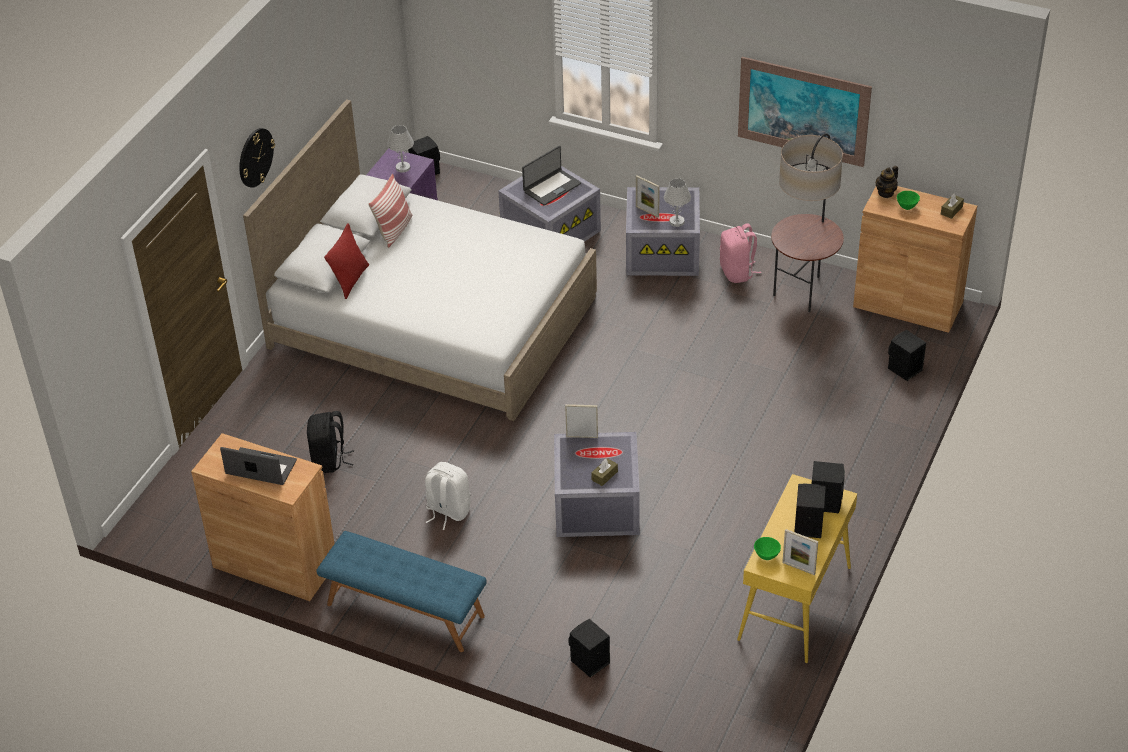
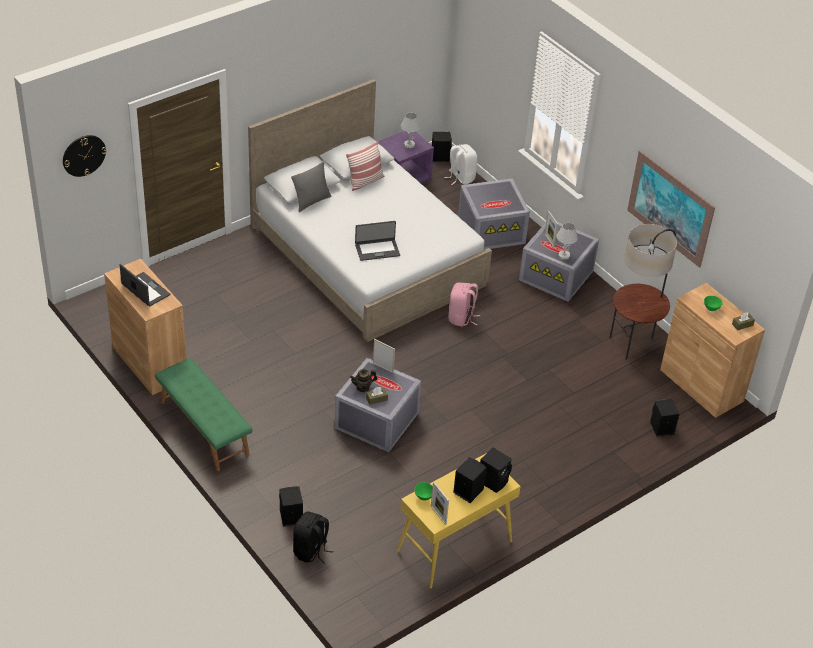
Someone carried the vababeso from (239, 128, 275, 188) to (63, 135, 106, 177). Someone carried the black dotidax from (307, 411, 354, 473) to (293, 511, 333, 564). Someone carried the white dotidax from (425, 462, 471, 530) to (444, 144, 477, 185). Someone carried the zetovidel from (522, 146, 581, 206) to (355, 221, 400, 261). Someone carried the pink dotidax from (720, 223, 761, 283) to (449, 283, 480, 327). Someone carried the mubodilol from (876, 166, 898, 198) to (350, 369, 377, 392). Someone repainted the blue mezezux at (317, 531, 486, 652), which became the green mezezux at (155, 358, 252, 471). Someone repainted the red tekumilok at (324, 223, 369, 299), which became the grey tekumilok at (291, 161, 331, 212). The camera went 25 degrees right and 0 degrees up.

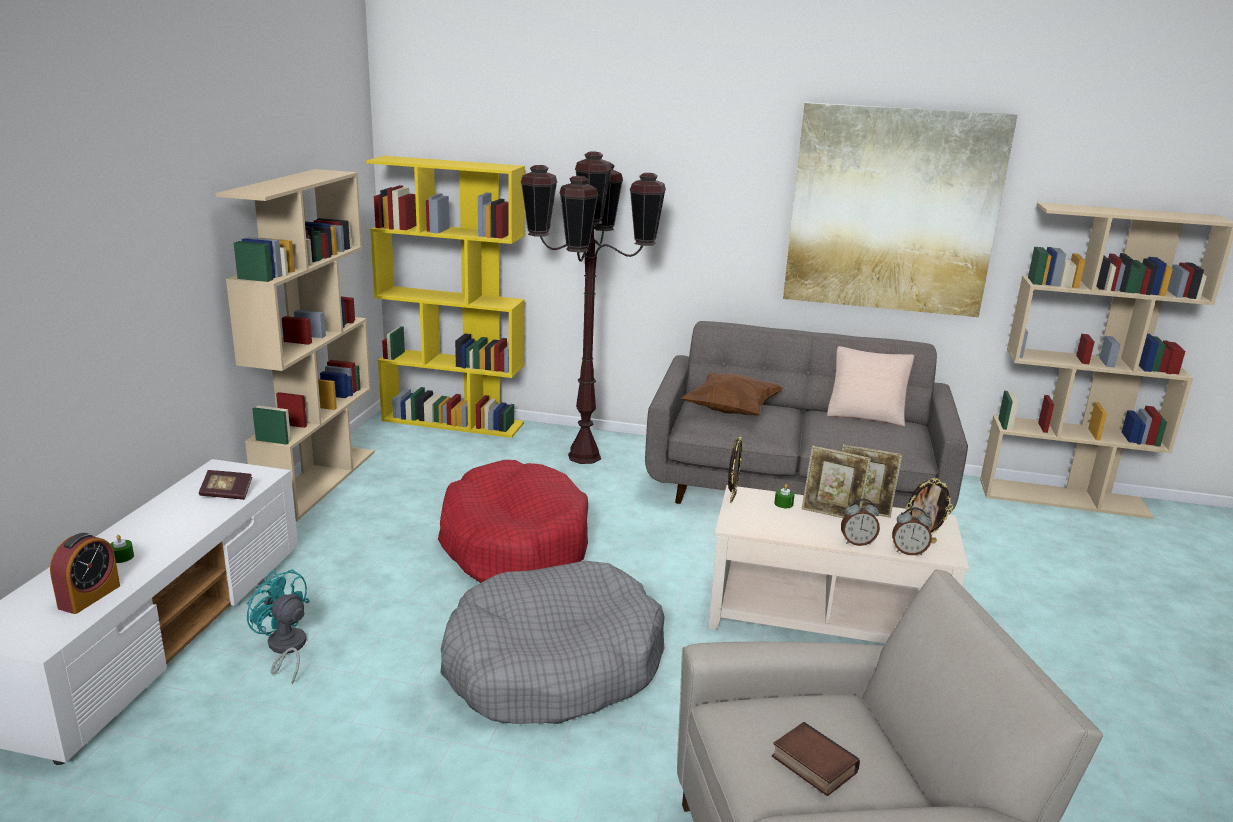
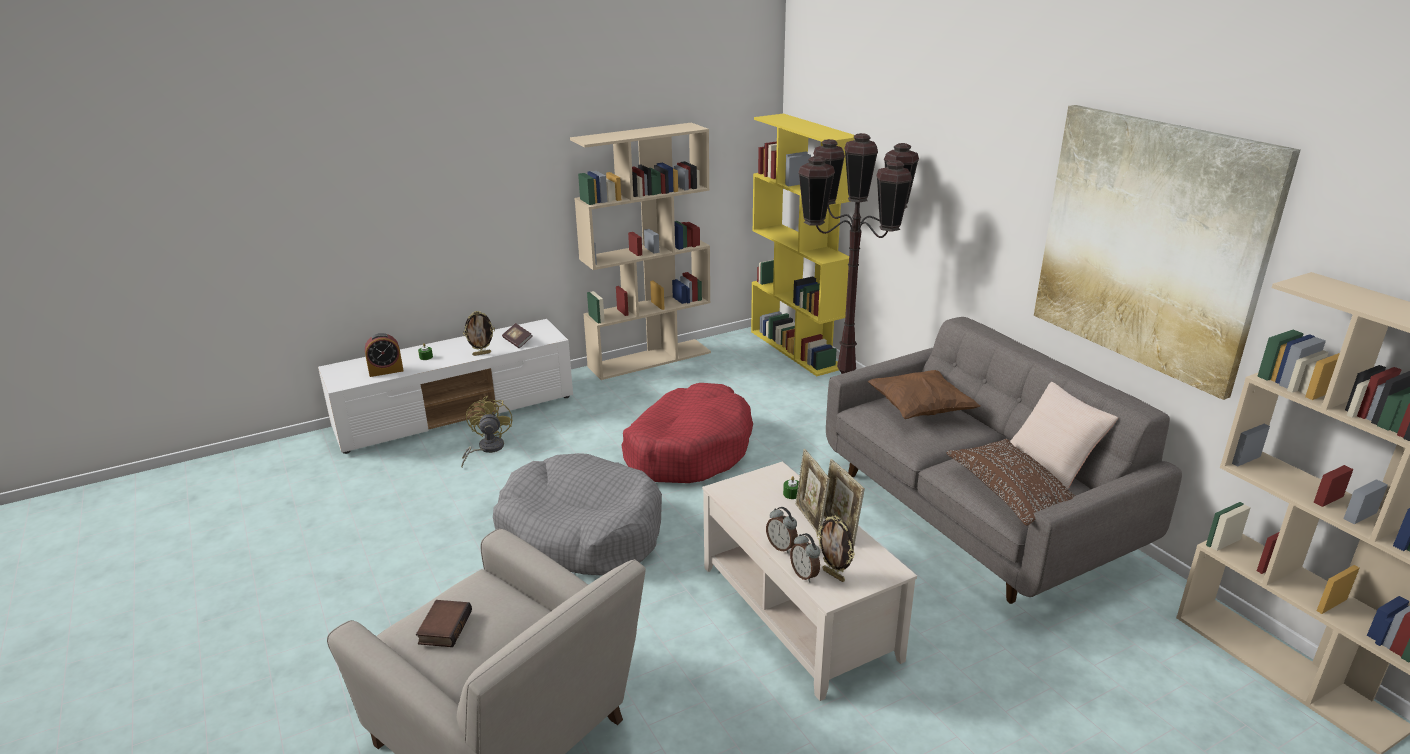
Someone put down the brown tekumilok at (946, 439, 1075, 526). Someone carried the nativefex from (728, 436, 742, 503) to (463, 311, 495, 356). Someone repainted the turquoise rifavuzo at (247, 569, 310, 685), which became the yellow rifavuzo at (461, 396, 512, 467). The camera went 50 degrees right and 5 degrees up.

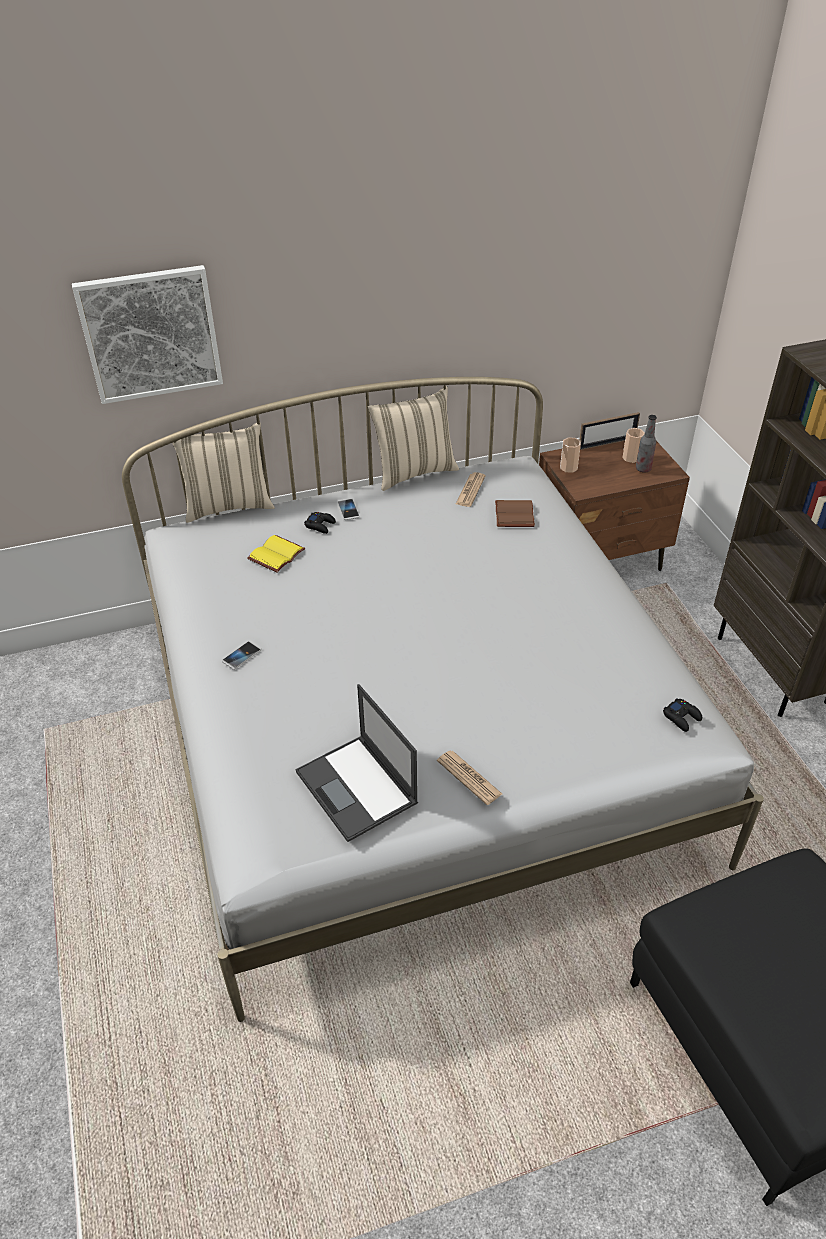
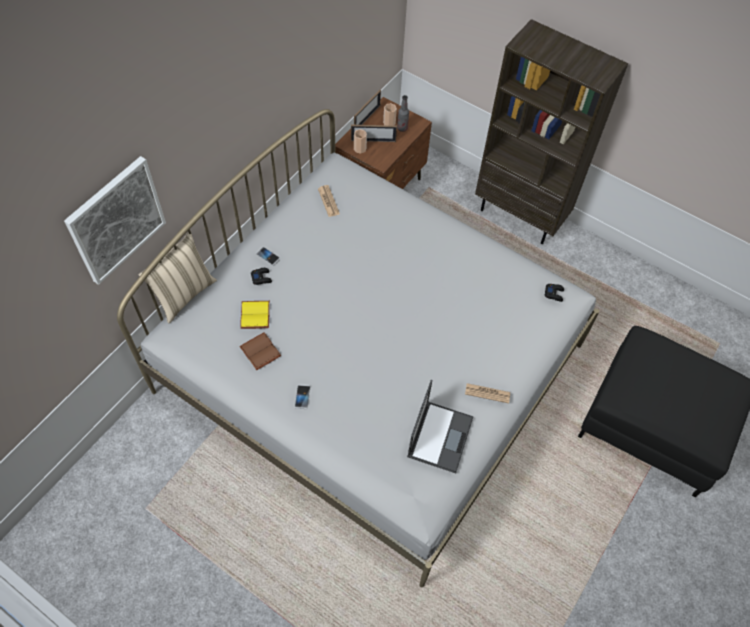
Someone took away the beige tekumilok at (368, 386, 459, 491). Someone put down the nativefex at (351, 125, 397, 142). Someone carried the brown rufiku from (495, 500, 535, 527) to (239, 332, 281, 370). Someone rotated the zetovidel at (296, 684, 418, 842) by 90 degrees counterclockwise. The camera went 40 degrees left and 15 degrees up.

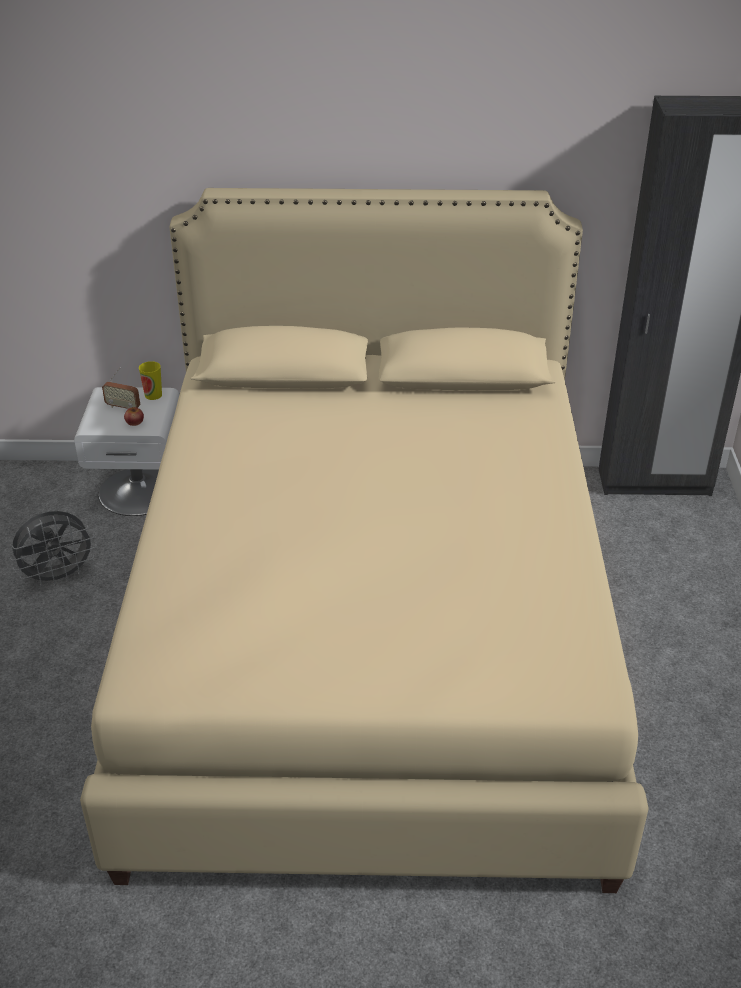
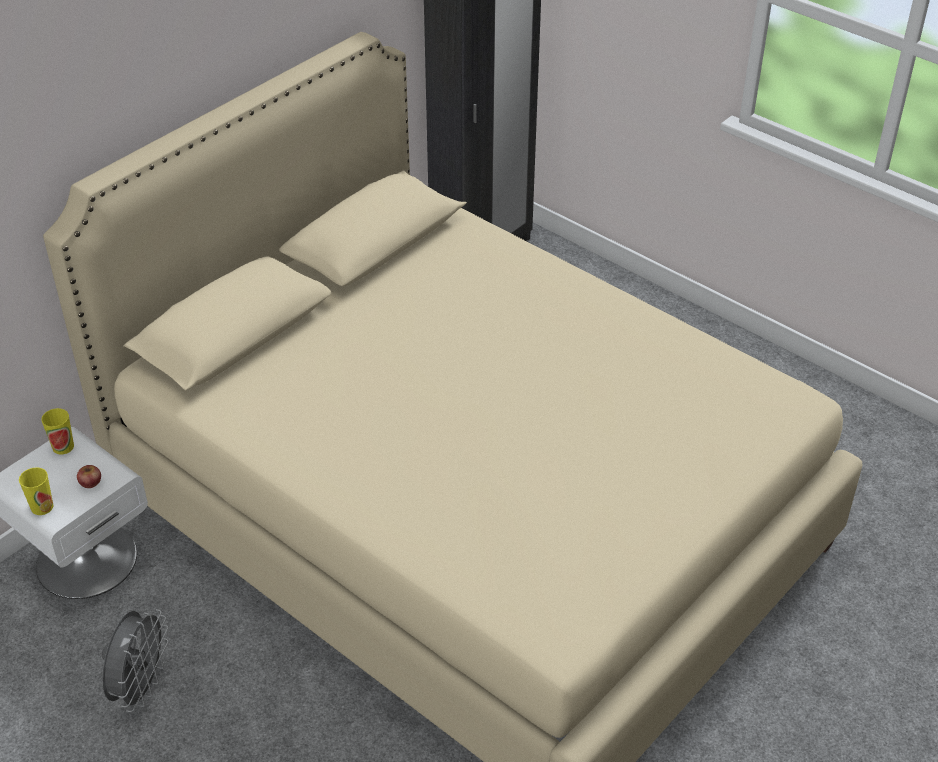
Someone took away the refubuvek at (102, 367, 140, 409). Someone put down the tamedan at (19, 467, 54, 515). The camera went 50 degrees left and 5 degrees up.

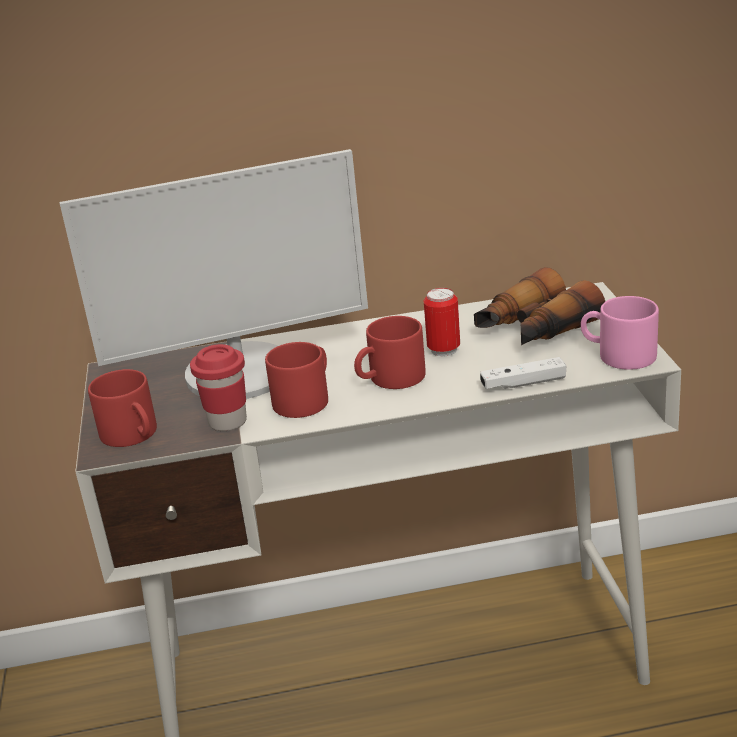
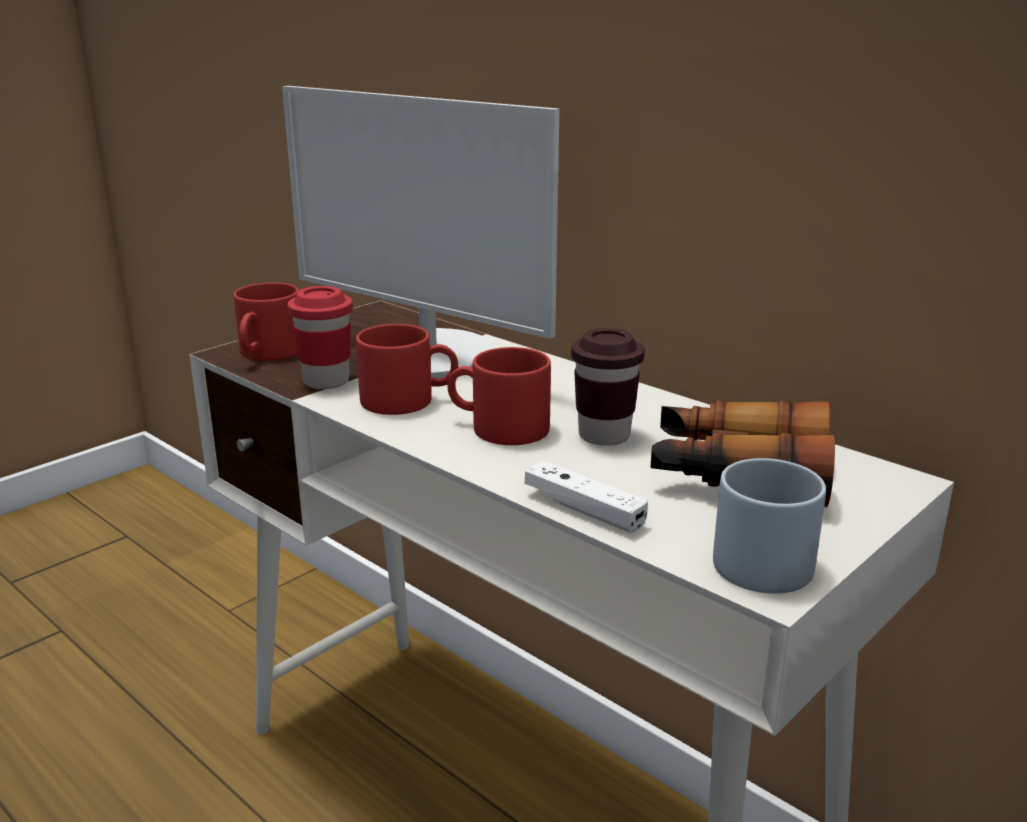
Someone swapped the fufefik at (424, 288, 460, 357) for the brown tamedan at (571, 328, 645, 446). Someone repainted the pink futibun at (581, 296, 659, 370), which became the grey futibun at (713, 458, 826, 594). The camera went 50 degrees right and 5 degrees down.

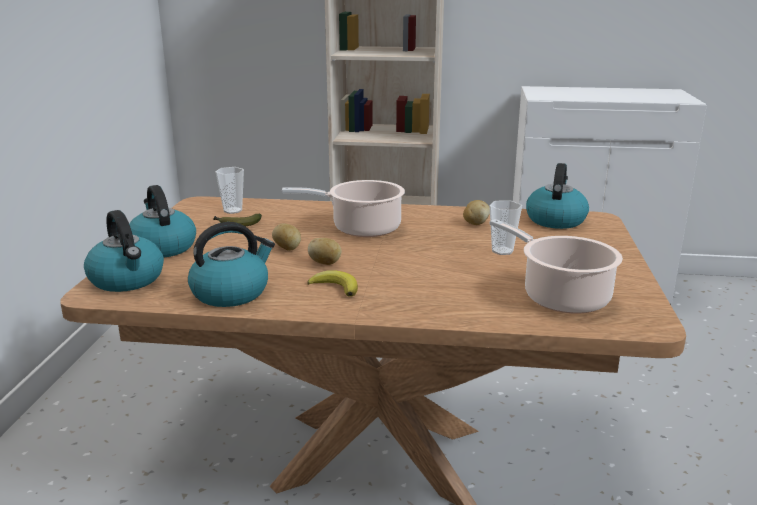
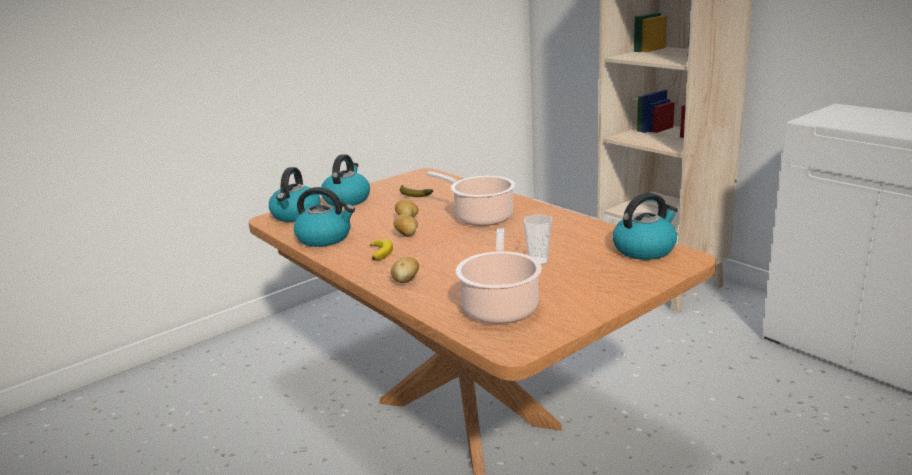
Someone took away the tamedan at (215, 167, 244, 214). Someone carried the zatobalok from (463, 200, 490, 225) to (391, 257, 419, 283). The camera went 45 degrees right and 0 degrees up.

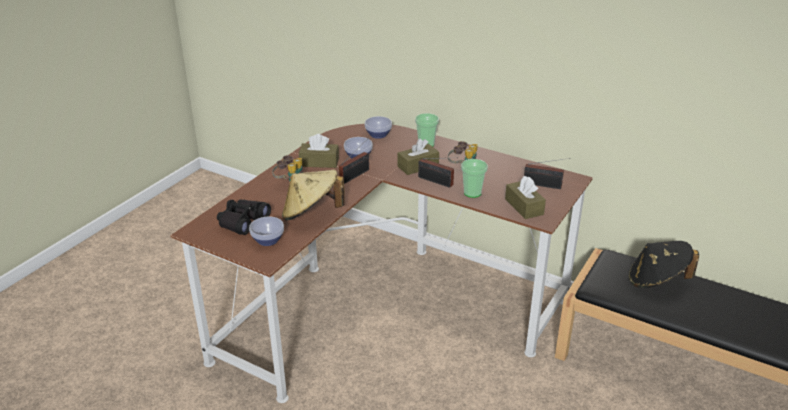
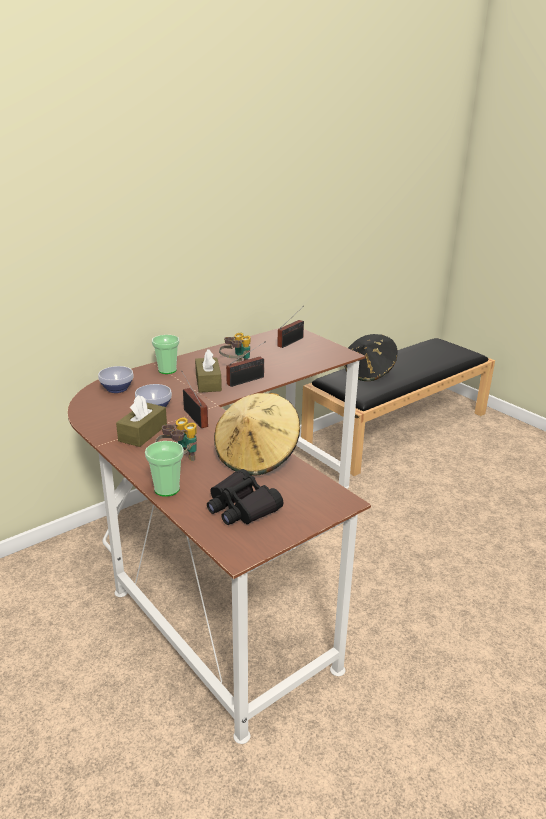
Someone took away the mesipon at (249, 217, 284, 246). Someone took away the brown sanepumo at (505, 176, 546, 219). Someone carried the tamedan from (461, 159, 488, 198) to (145, 441, 184, 497). The camera went 70 degrees left and 5 degrees down.

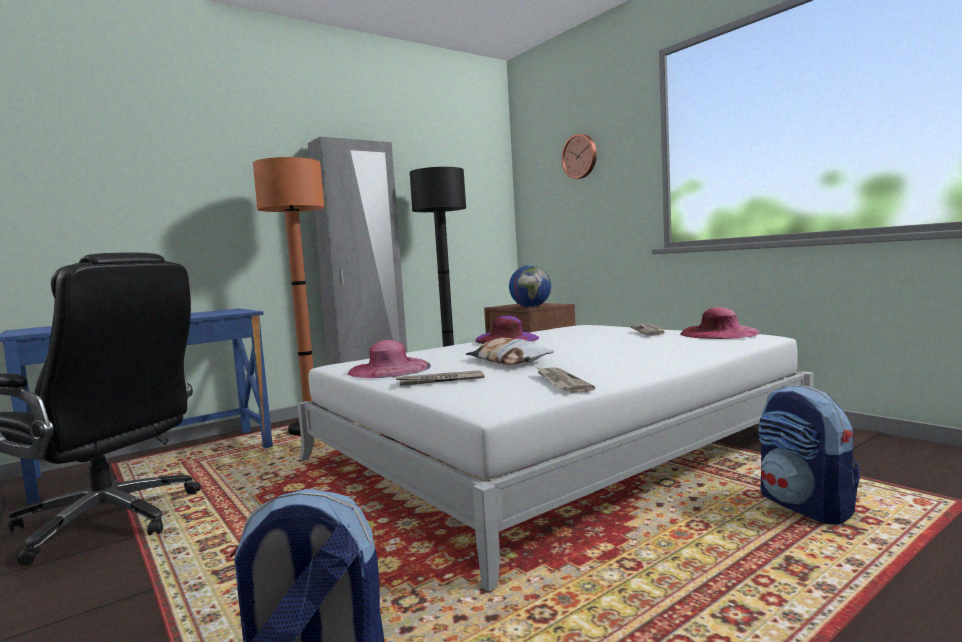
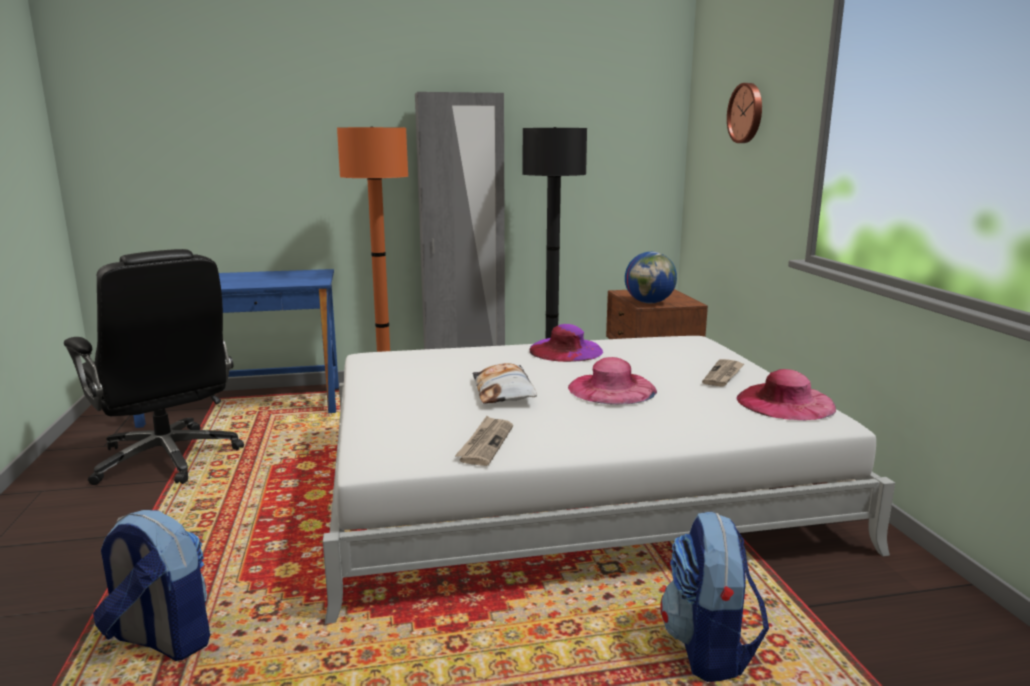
Someone took away the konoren at (396, 370, 485, 386). Someone carried the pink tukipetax from (348, 340, 431, 378) to (568, 357, 657, 405). The camera went 25 degrees right and 10 degrees up.

